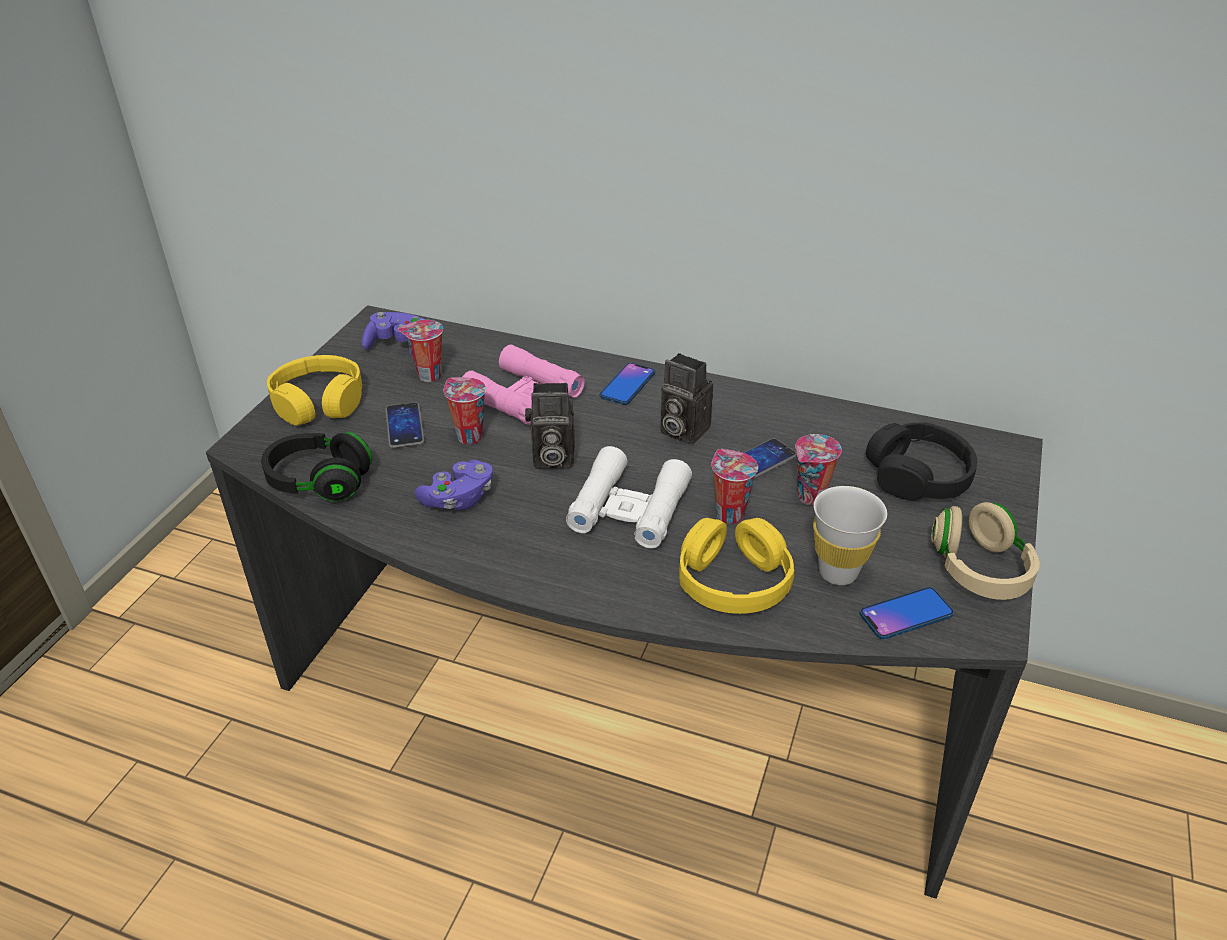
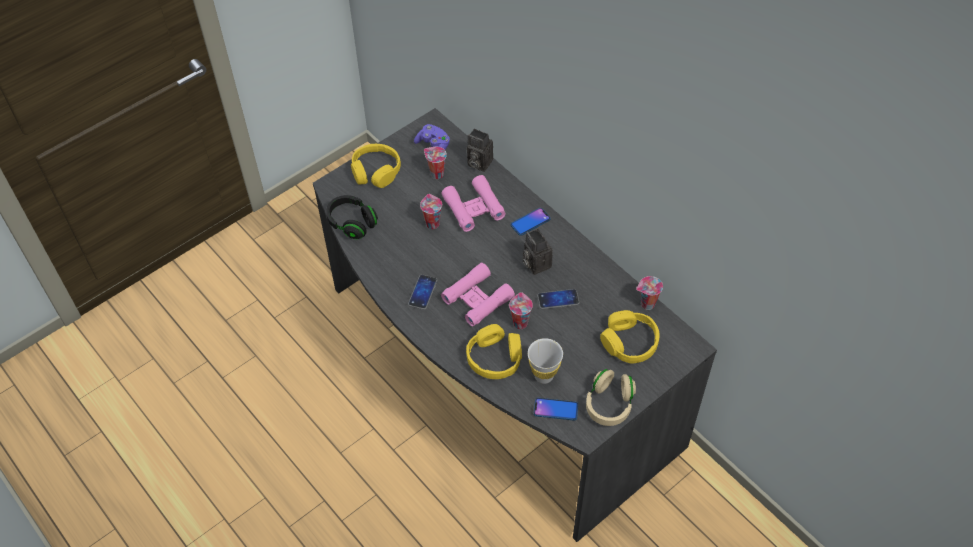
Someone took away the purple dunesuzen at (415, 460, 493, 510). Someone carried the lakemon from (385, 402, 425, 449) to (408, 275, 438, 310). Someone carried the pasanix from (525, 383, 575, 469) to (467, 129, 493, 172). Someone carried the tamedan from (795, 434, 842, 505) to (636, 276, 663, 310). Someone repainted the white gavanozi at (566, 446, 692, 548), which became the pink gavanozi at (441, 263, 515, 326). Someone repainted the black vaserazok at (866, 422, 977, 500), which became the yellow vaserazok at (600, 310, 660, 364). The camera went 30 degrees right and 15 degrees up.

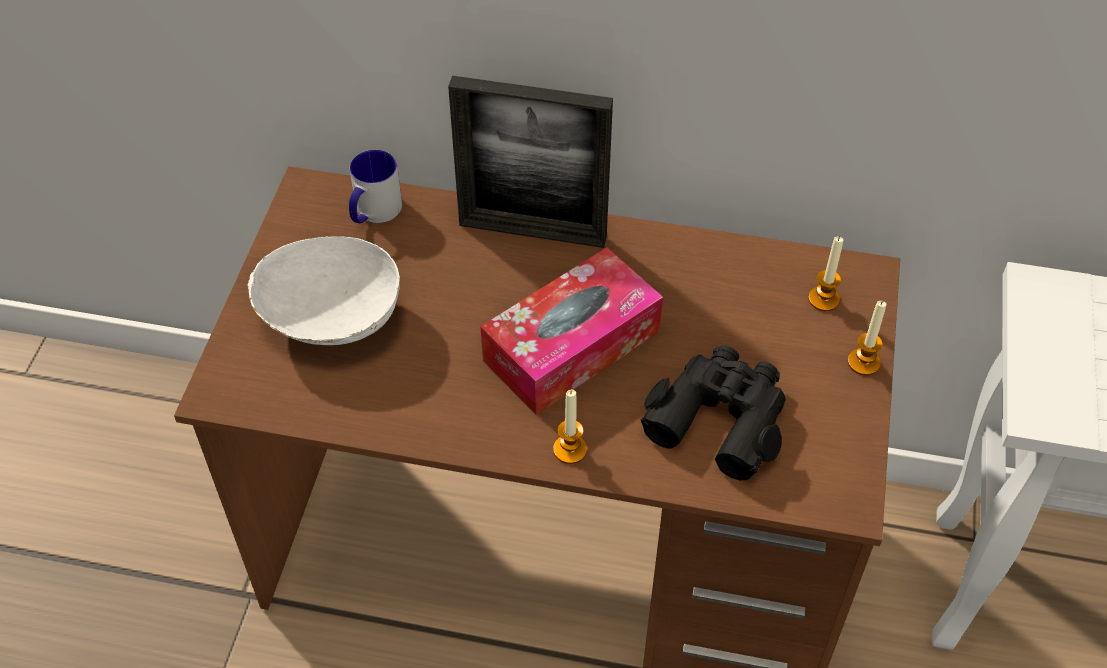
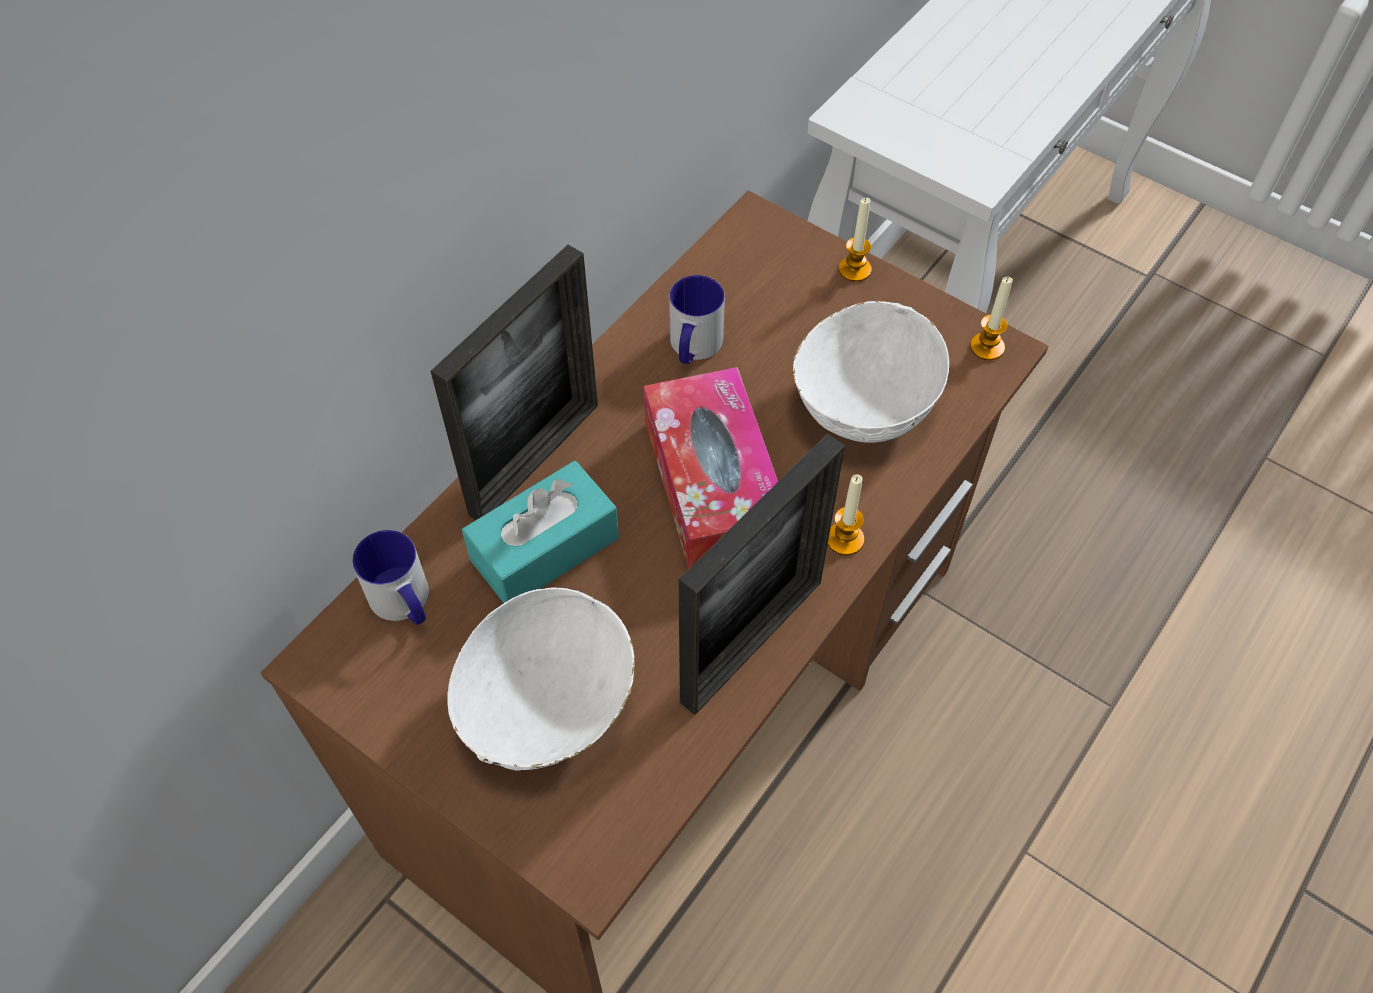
Someone put down the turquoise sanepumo at (462, 461, 619, 603). Someone put down the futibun at (669, 275, 725, 364). Someone put down the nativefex at (679, 434, 845, 715). Someone carried the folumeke from (808, 237, 843, 311) to (970, 277, 1013, 360). Someone swapped the black gavanozi at (641, 345, 785, 480) for the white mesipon at (793, 301, 949, 443). The camera went 65 degrees left and 5 degrees up.

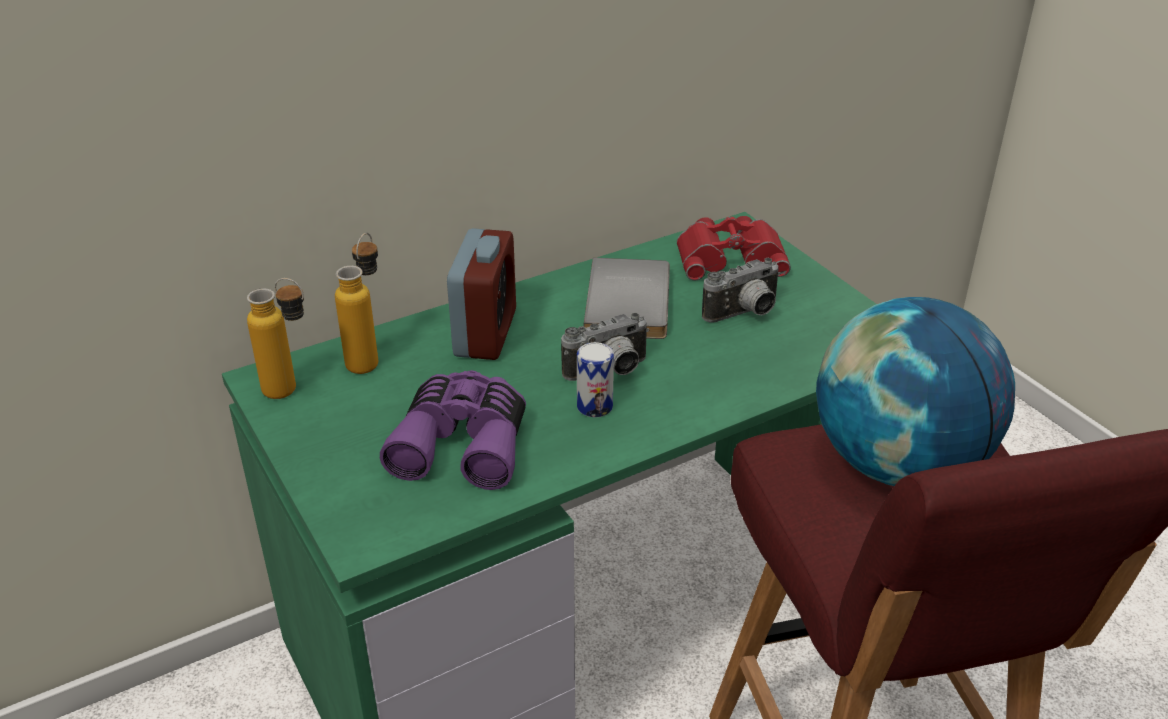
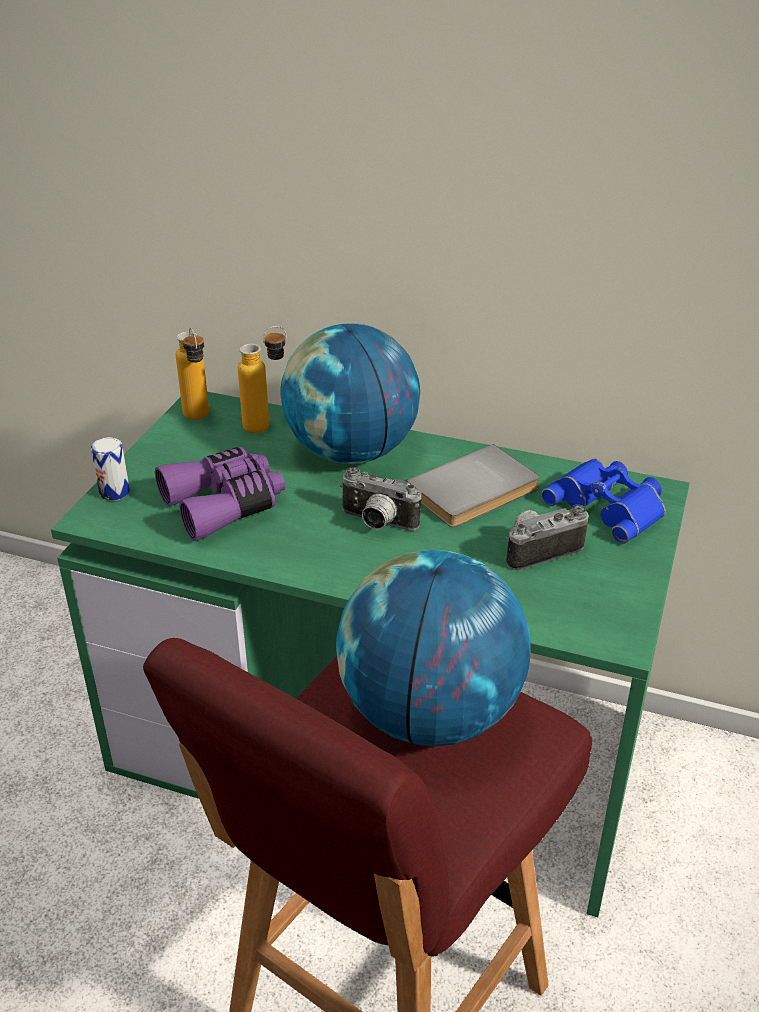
Someone carried the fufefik from (577, 342, 614, 417) to (91, 437, 130, 501). Someone swapped the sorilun at (447, 228, 516, 360) for the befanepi at (281, 323, 420, 464). Someone repainted the red gavanozi at (677, 216, 791, 281), which became the blue gavanozi at (541, 458, 666, 544). Someone rotated the pasanix at (702, 258, 781, 322) by 135 degrees clockwise. The camera went 50 degrees right and 0 degrees up.

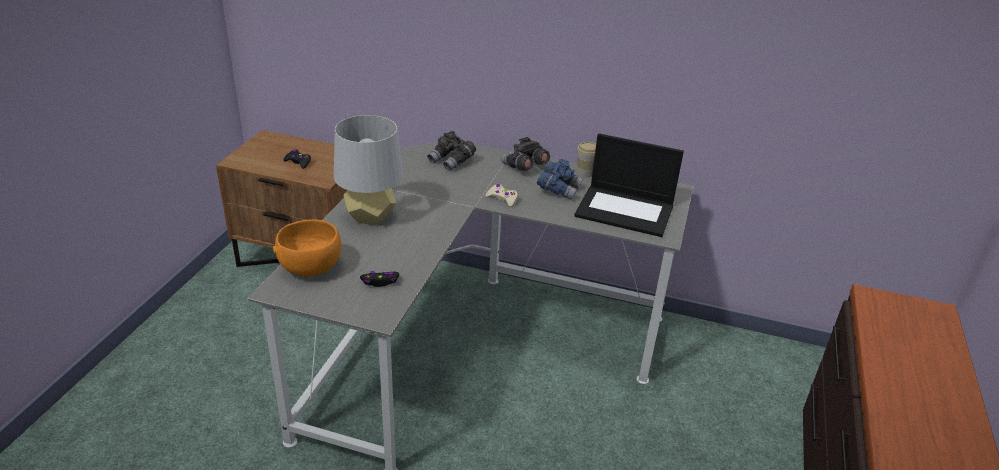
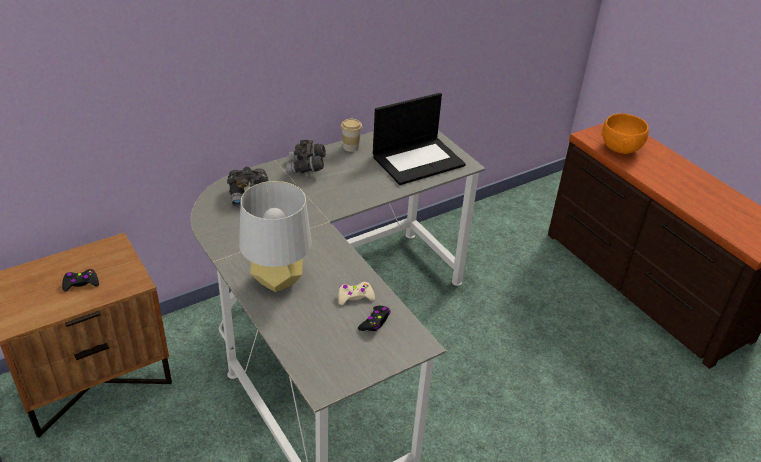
Someone took away the blue gavanozi at (537, 159, 583, 200). Someone carried the orange mesipon from (273, 220, 341, 277) to (601, 113, 649, 154). Someone carried the beige dunesuzen from (485, 184, 518, 207) to (338, 282, 375, 305). The camera went 50 degrees left and 5 degrees up.

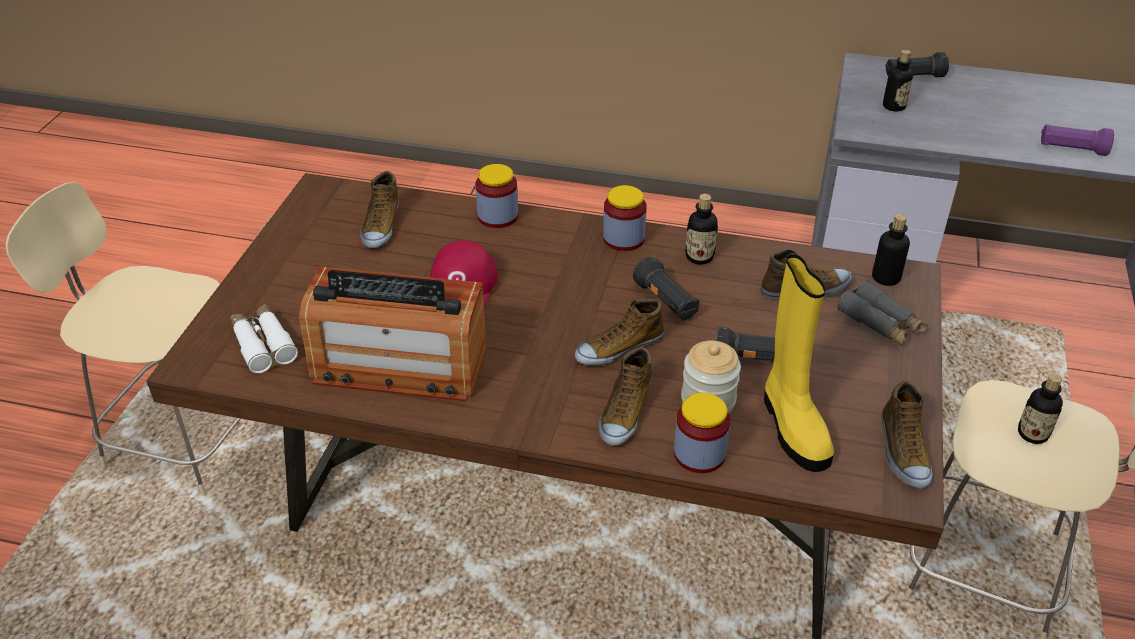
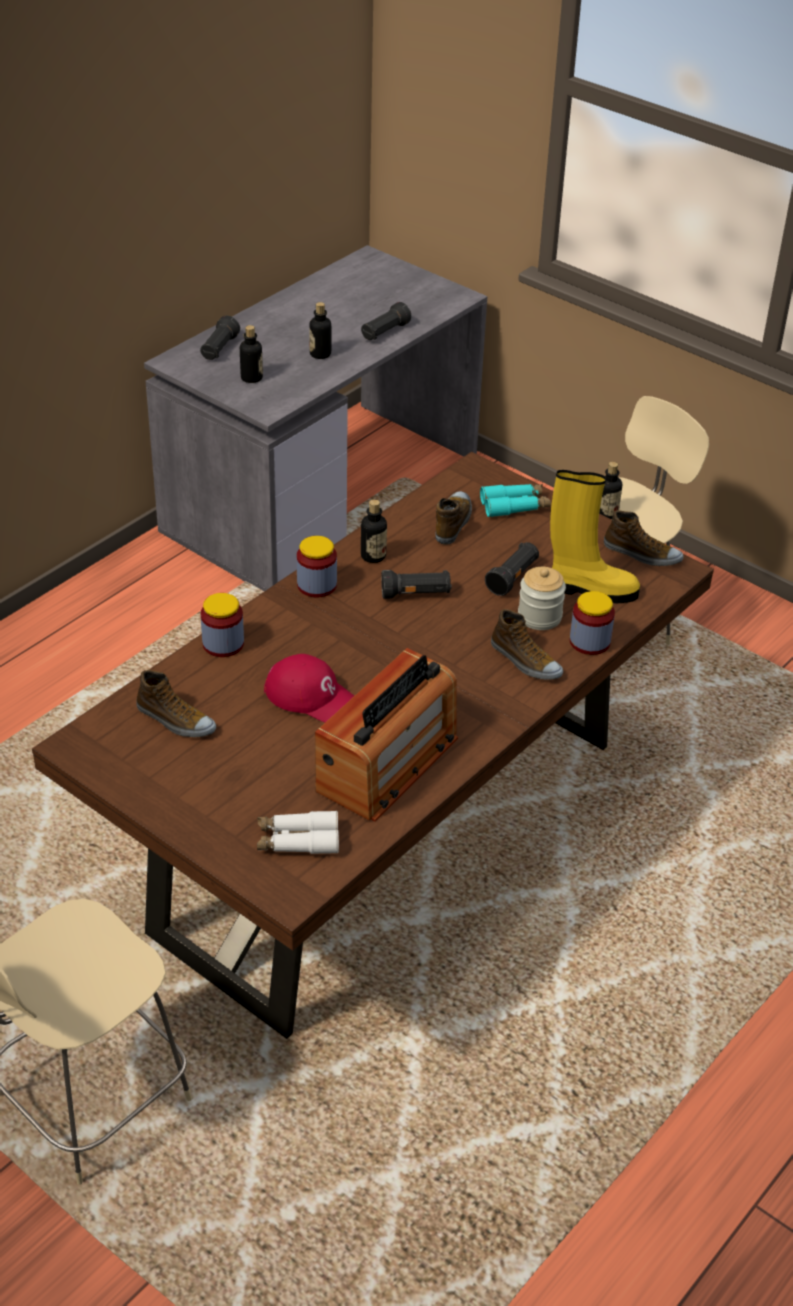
Someone took away the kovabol at (575, 299, 664, 366). Someone carried the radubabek from (872, 214, 910, 286) to (309, 302, 331, 359). Someone repainted the grey gavanozi at (837, 281, 927, 346), which became the turquoise gavanozi at (480, 484, 551, 517). Someone repainted the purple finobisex at (1041, 124, 1114, 156), which became the black finobisex at (361, 302, 411, 340). The camera went 65 degrees left and 0 degrees up.

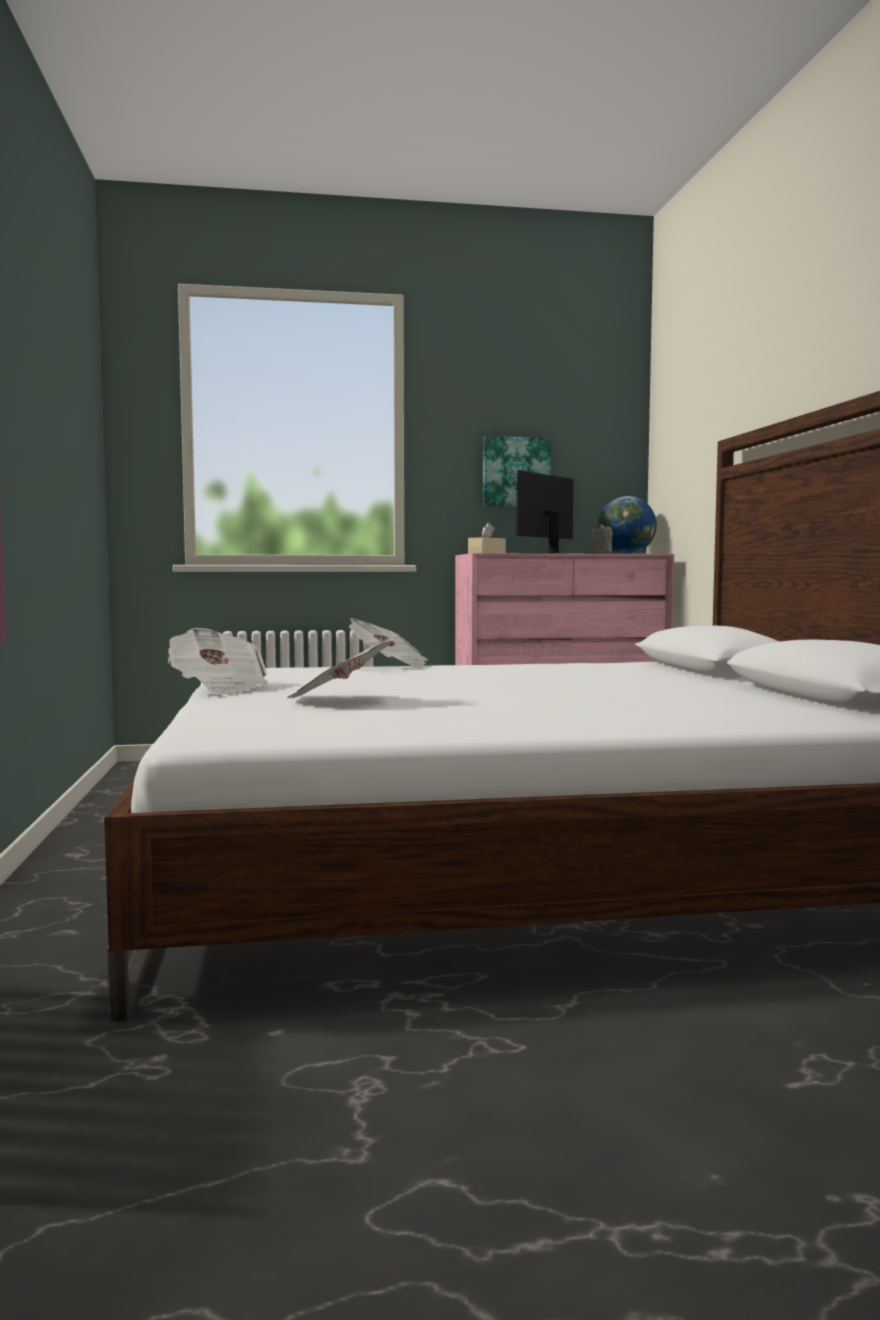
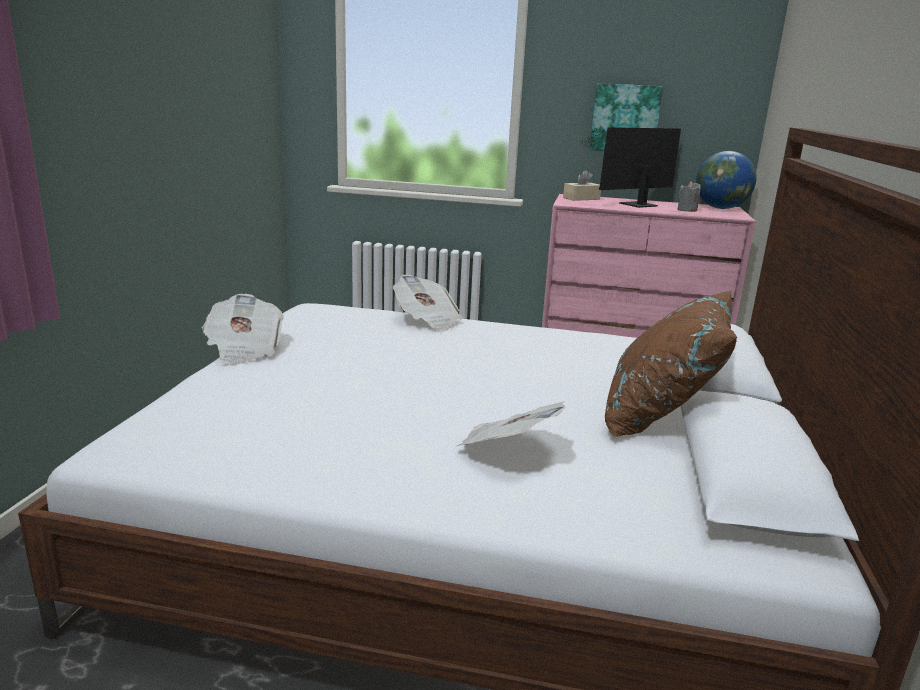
Someone put down the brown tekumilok at (605, 290, 737, 437). Someone carried the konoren from (288, 637, 395, 699) to (457, 401, 565, 446). The camera went 20 degrees right and 15 degrees up.

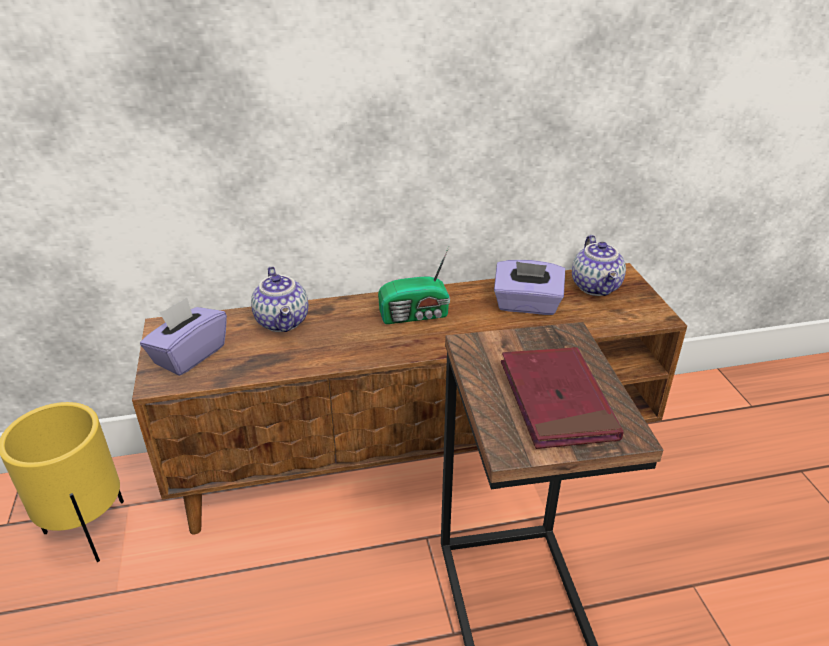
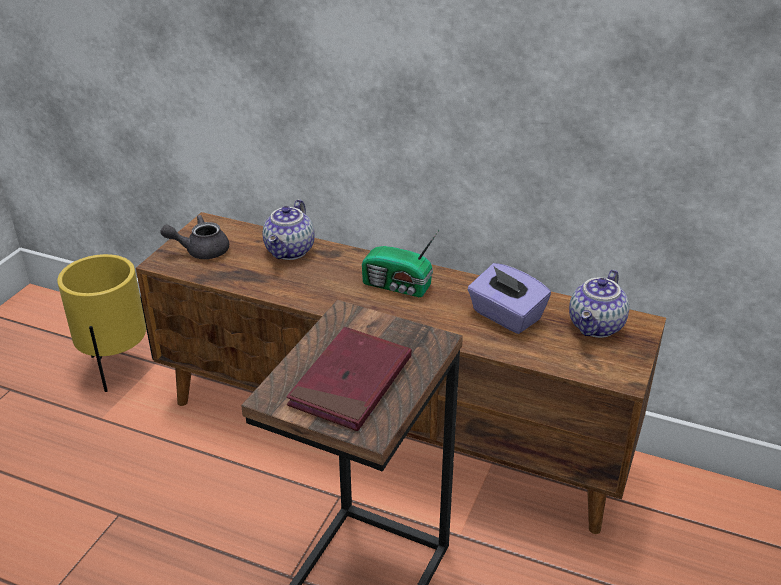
Someone swapped the purple sanepumo at (140, 297, 227, 376) for the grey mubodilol at (160, 215, 229, 259). The camera went 35 degrees right and 0 degrees up.

